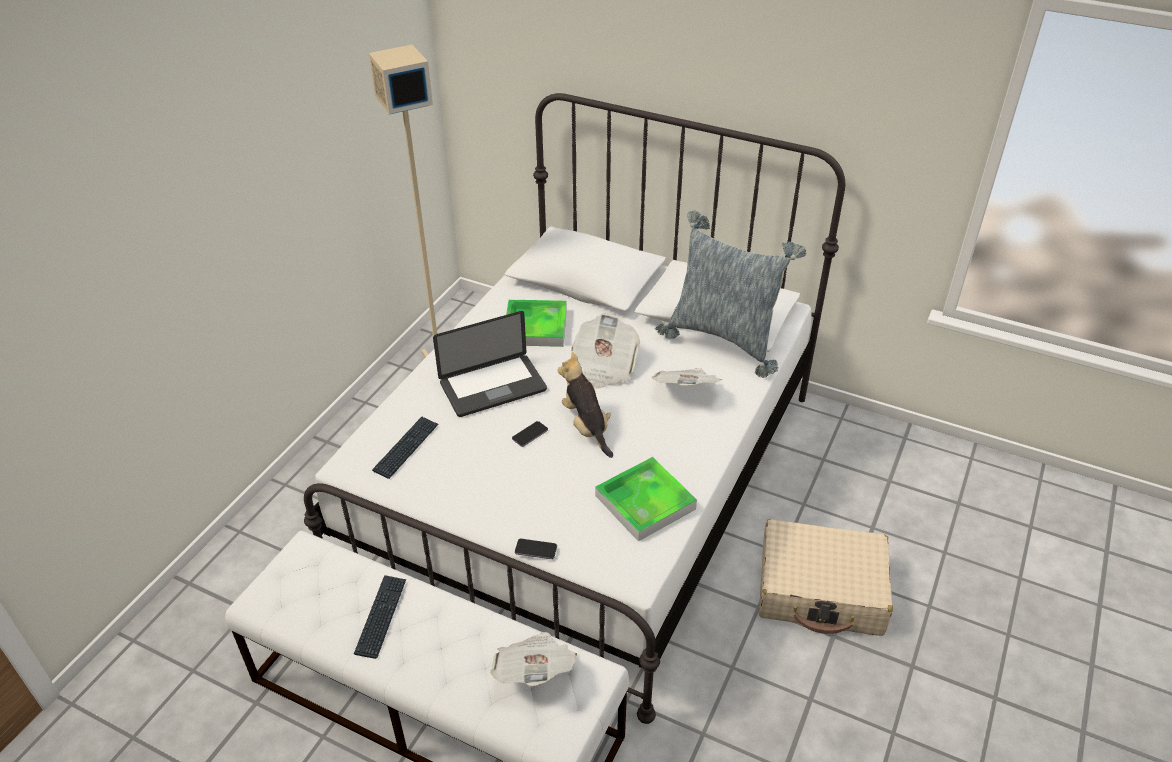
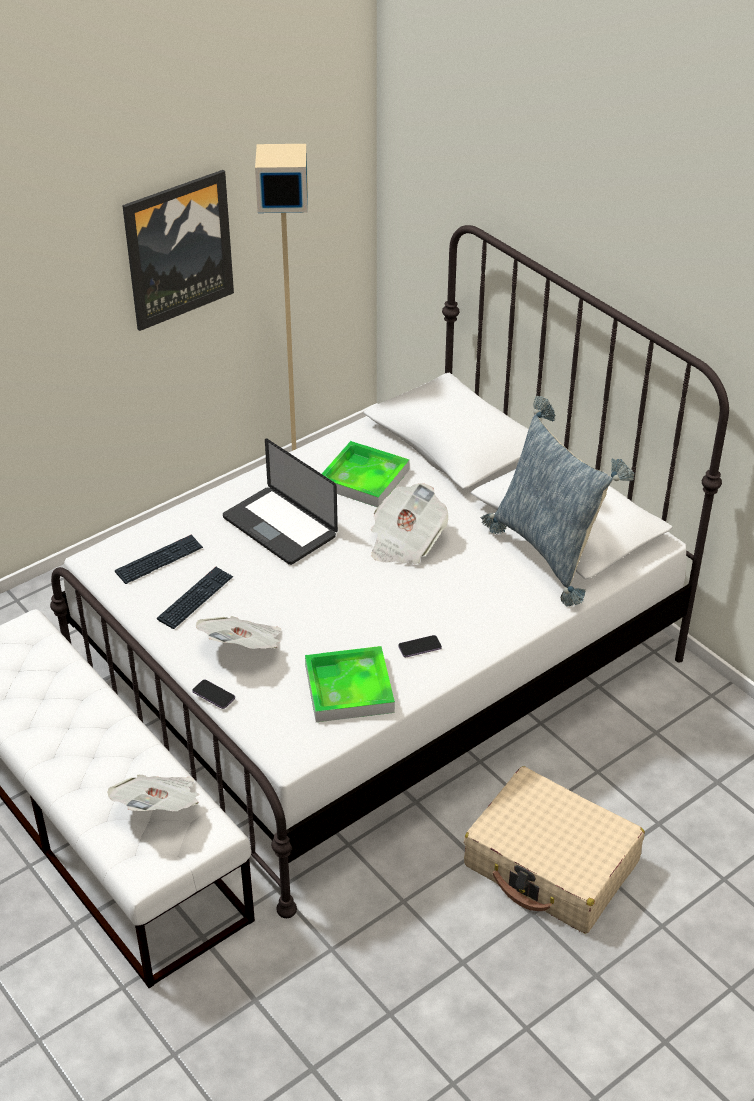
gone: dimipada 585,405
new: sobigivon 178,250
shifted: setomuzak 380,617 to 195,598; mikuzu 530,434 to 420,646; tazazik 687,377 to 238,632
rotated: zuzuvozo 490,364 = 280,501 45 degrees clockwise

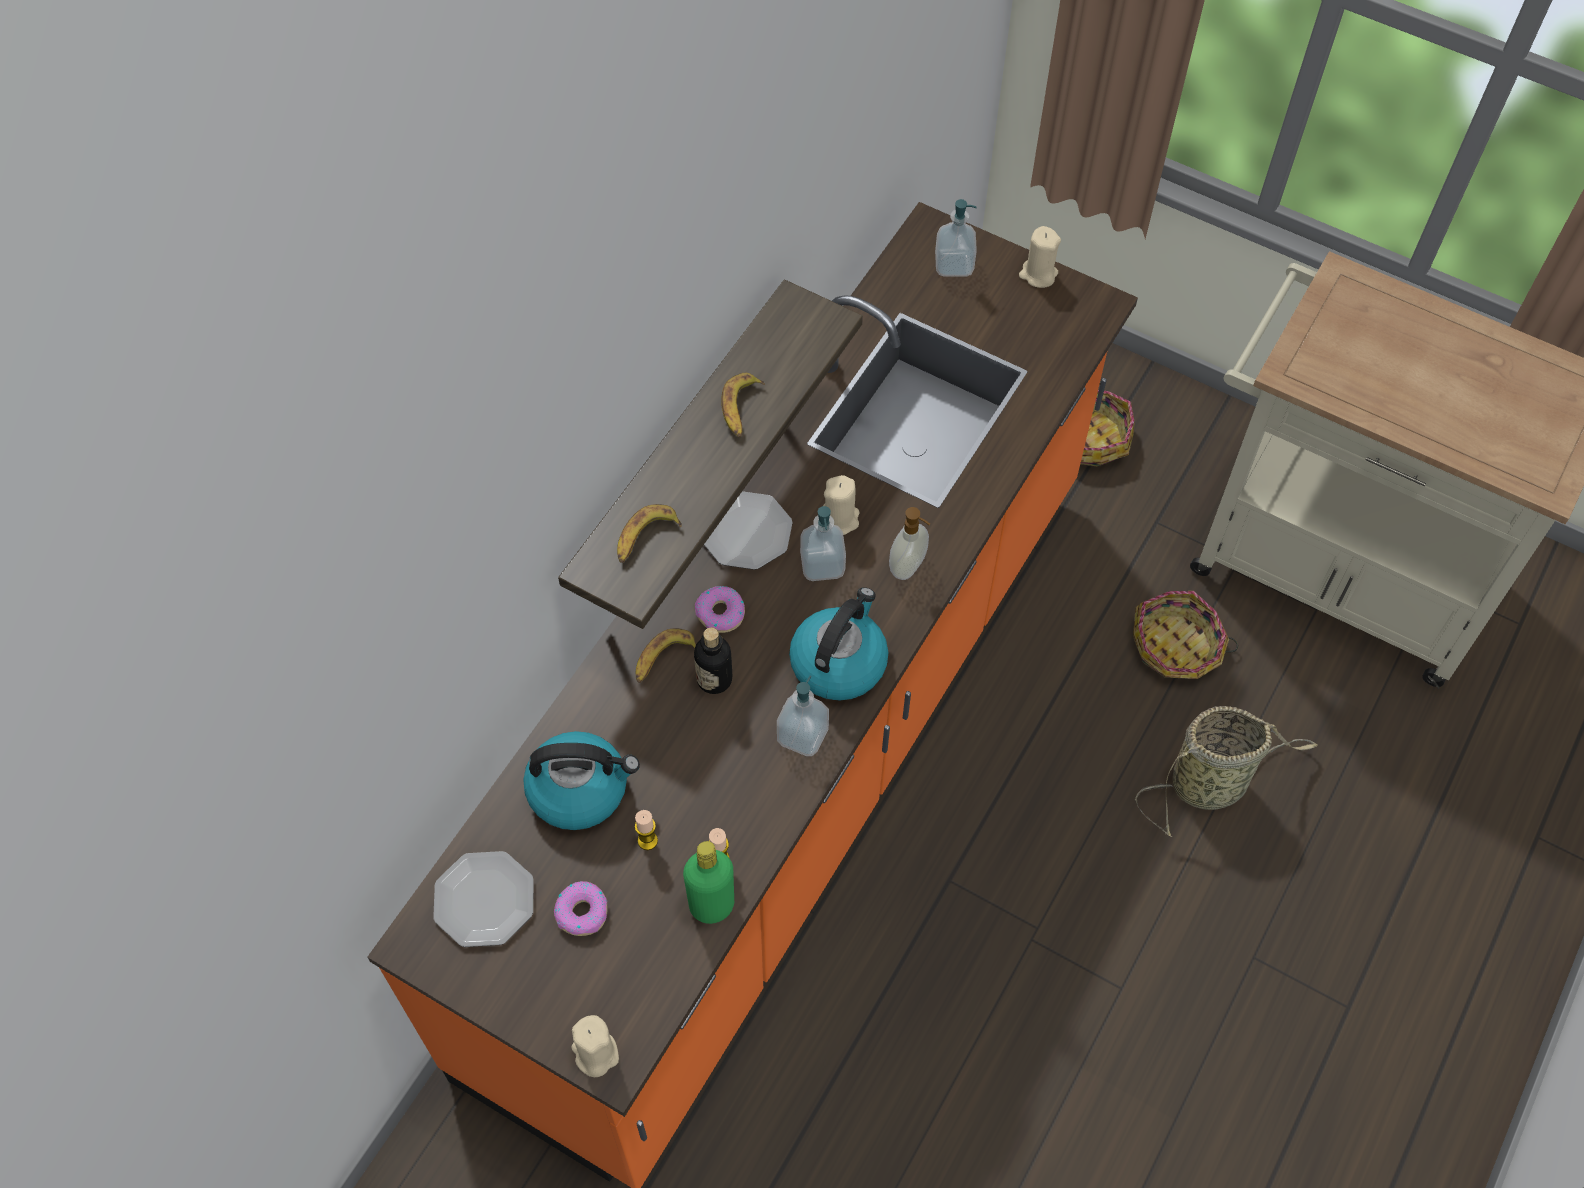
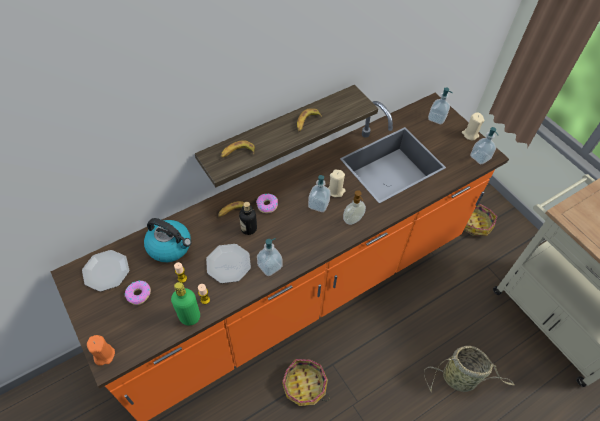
gone: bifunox 838,644
new: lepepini 484,145
shifted: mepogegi 748,530 to 228,263; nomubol 1185,635 to 306,382
repainted: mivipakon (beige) 595,1046 to mivipakon (orange) 101,350

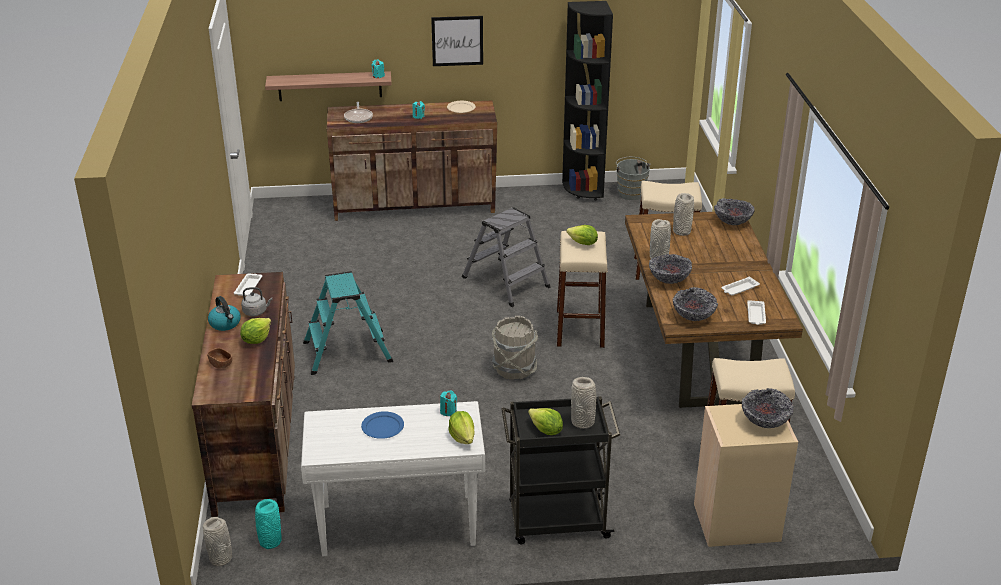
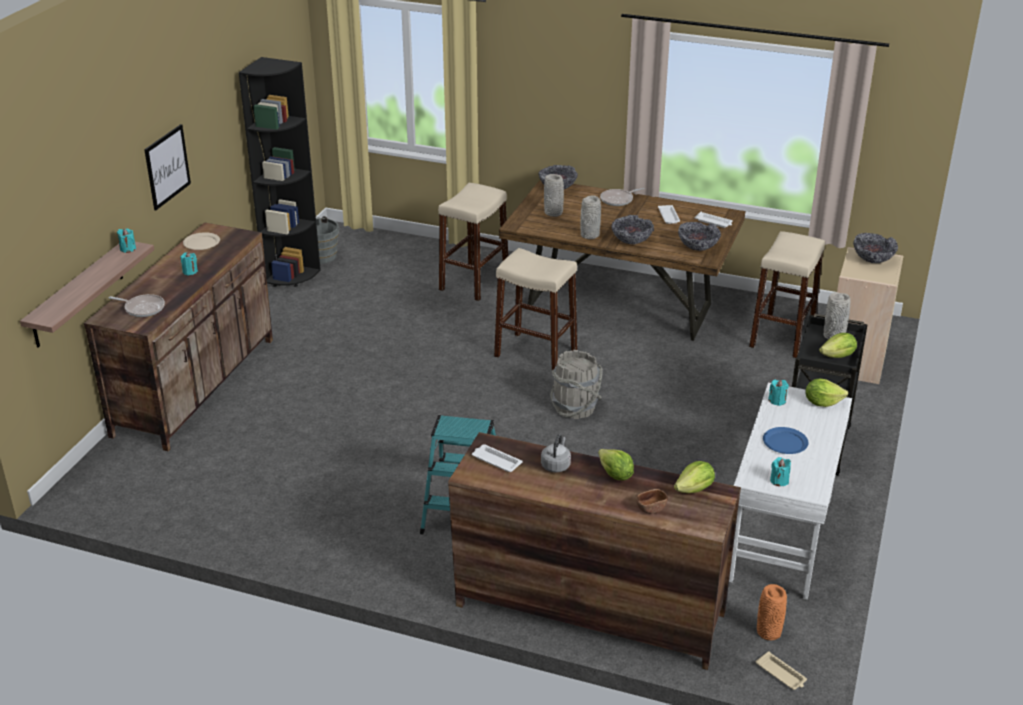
gone: bifunox 224,313; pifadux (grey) 506,257
new: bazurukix 622,197; mivipakon (turquoise) 780,471
shifted: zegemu 582,235 to 694,477
swapped: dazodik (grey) 217,541 to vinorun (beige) 781,670
repainted: dazodik (turquoise) 268,524 to dazodik (orange) 772,612

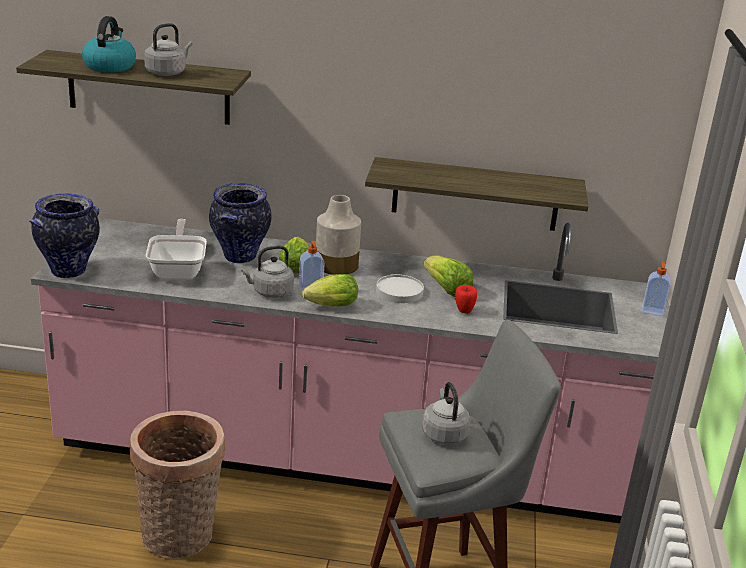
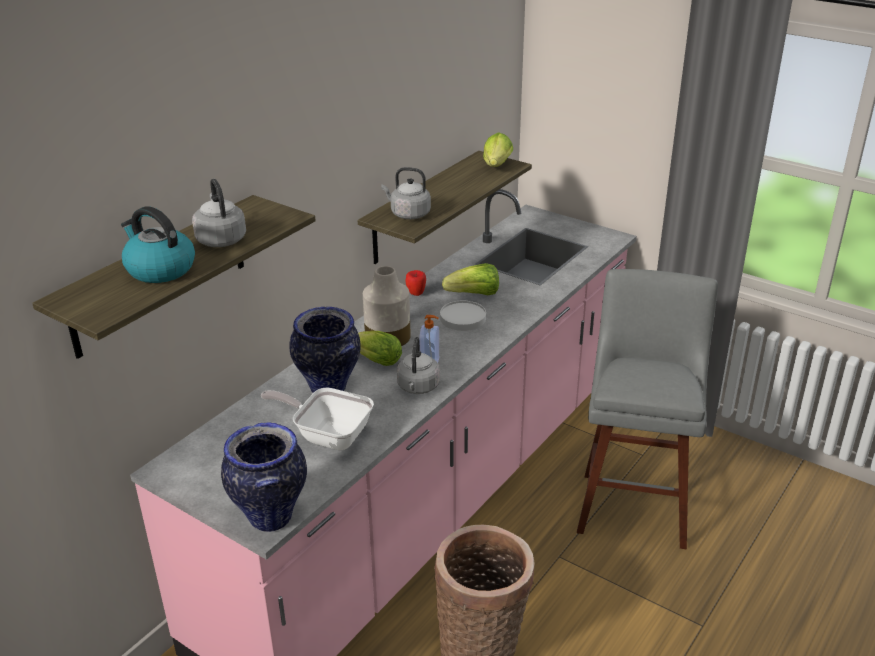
gone: lepepini 656,289
shifted: zegemu 330,290 to 498,149; bifunox (grey) 446,413 to 406,193; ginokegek 466,299 to 415,283

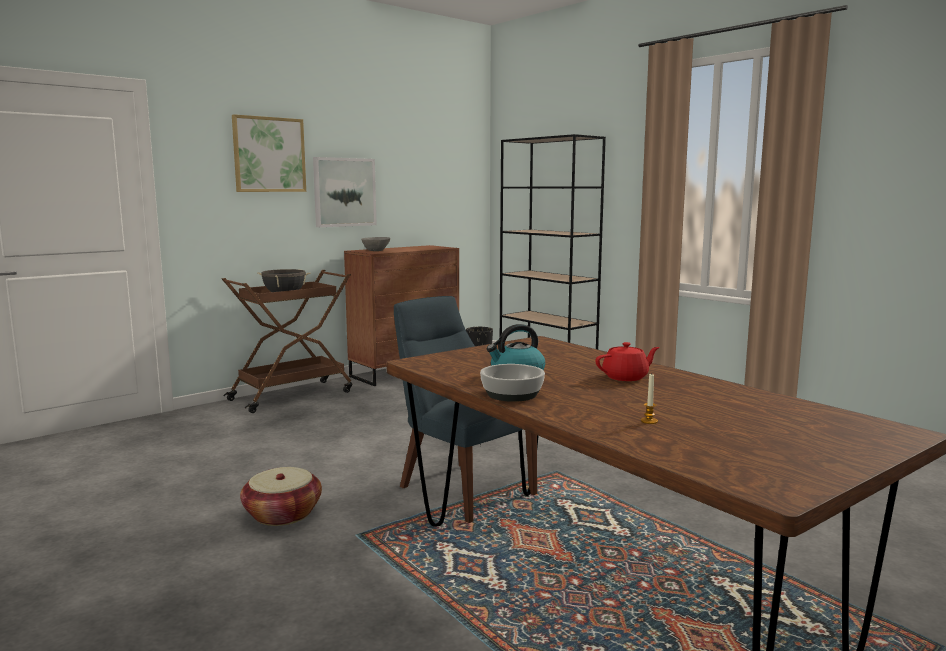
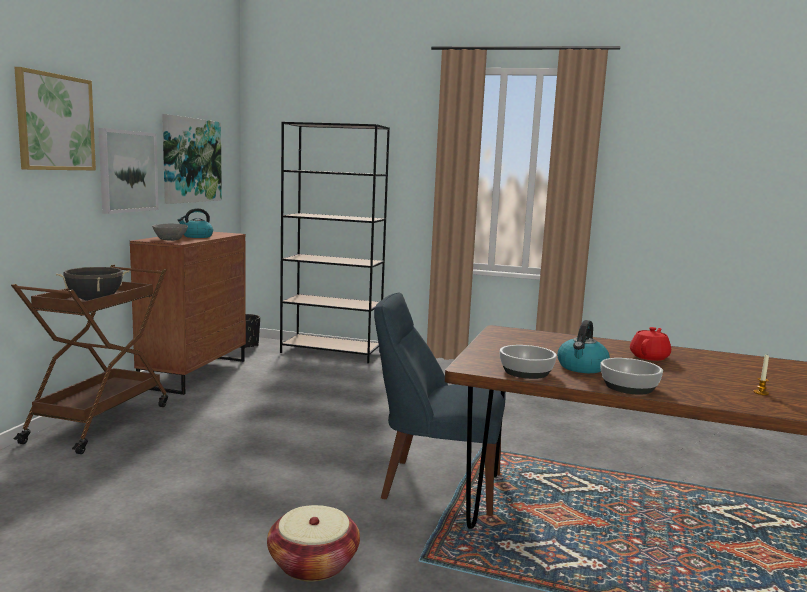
new: sobigivon 192,159; bifunox 195,223; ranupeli 528,362

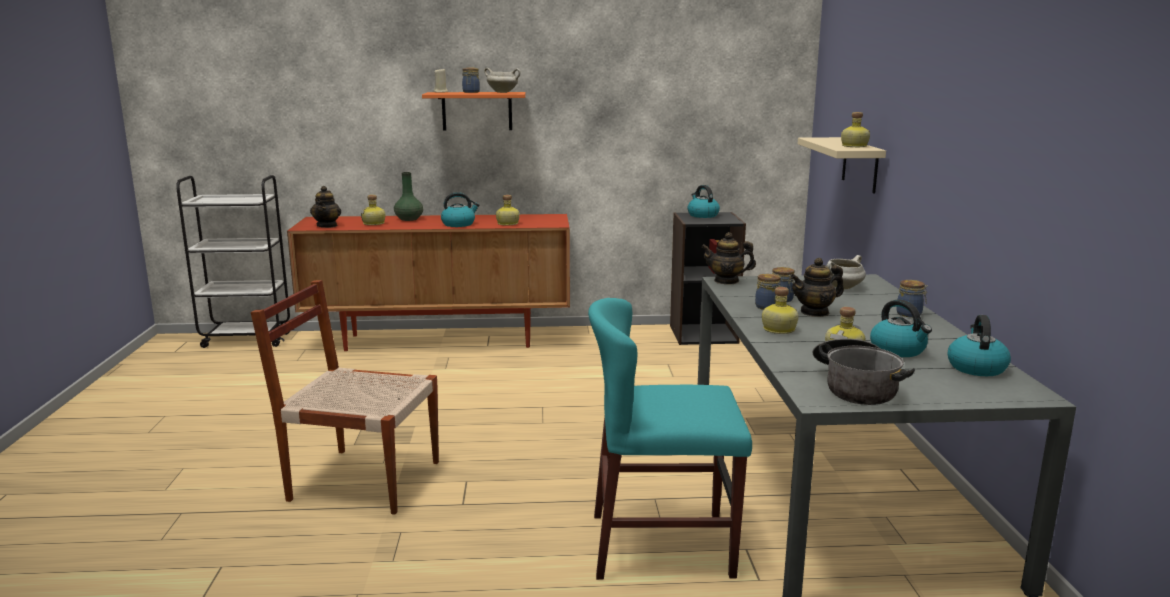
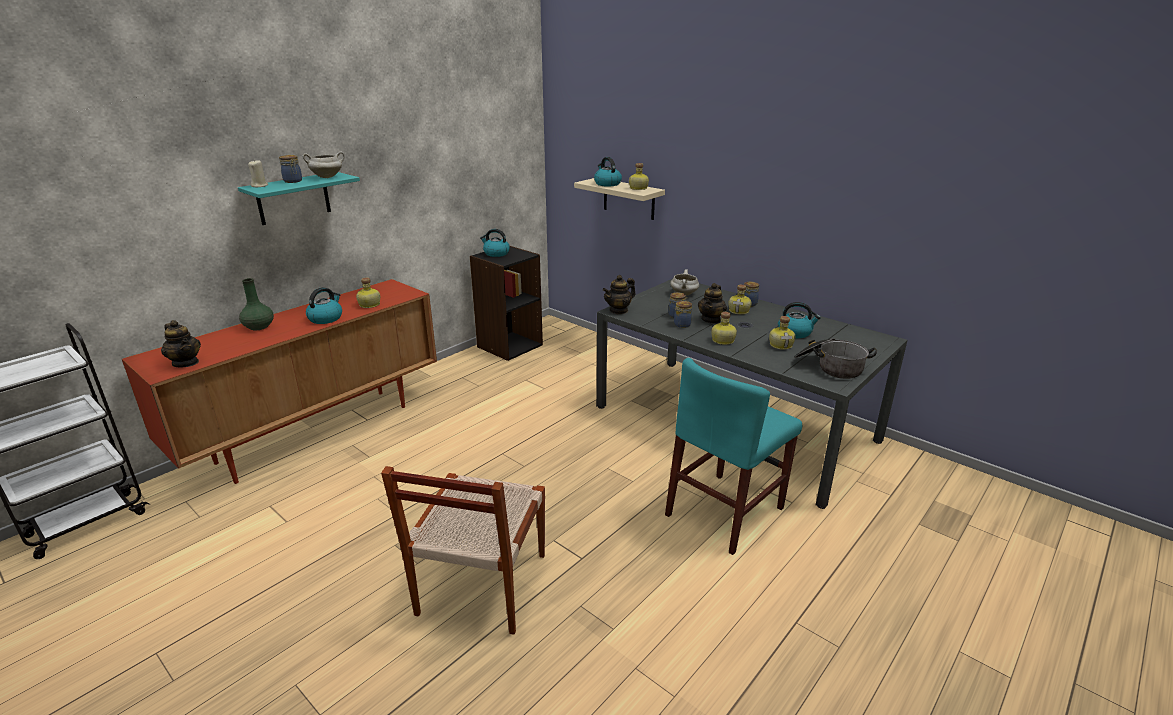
shifted: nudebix 373,210 to 739,299; bifunox 979,345 to 608,172
repainted: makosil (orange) 474,111 to makosil (turquoise) 299,198
rotated: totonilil 345,397 = 463,550 45 degrees counterclockwise

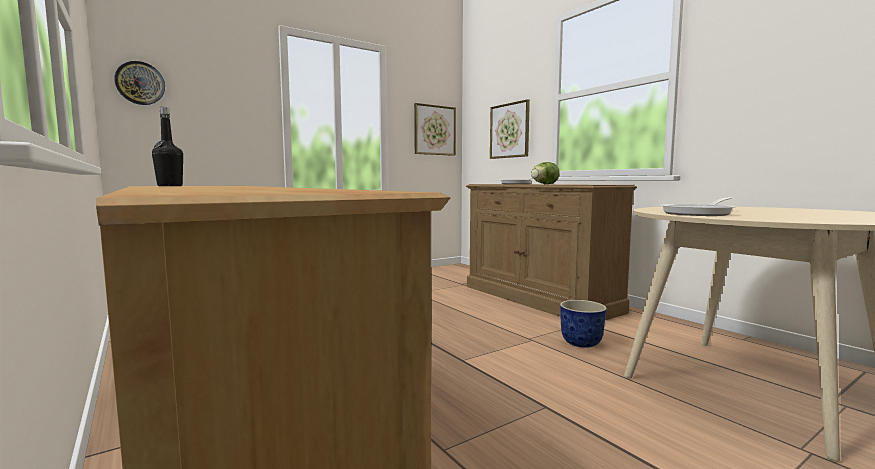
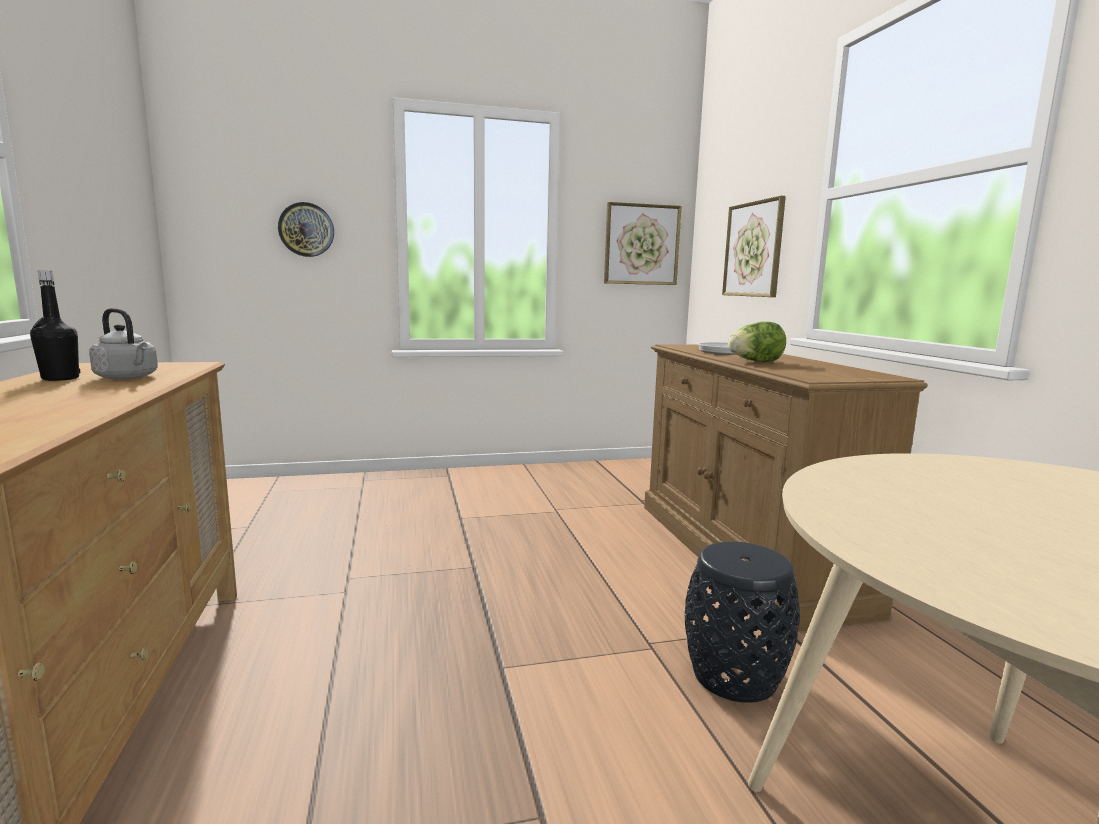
gone: bazurukix 697,206
new: bifunox (grey) 123,344
shifted: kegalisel 139,83 to 306,229
swapped: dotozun 583,324 to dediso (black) 742,622

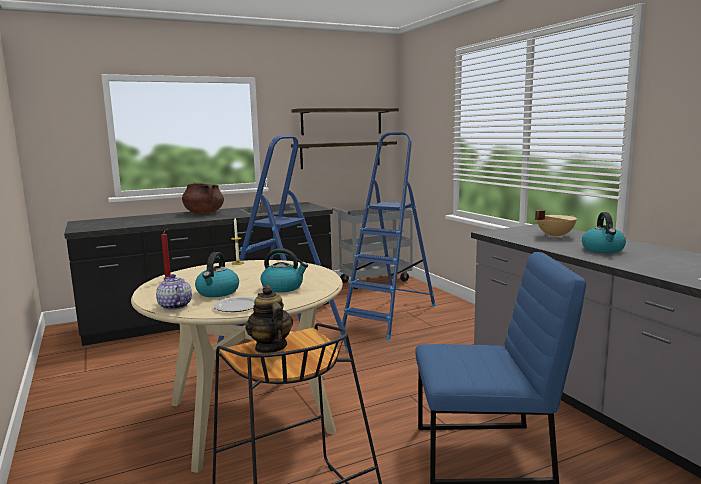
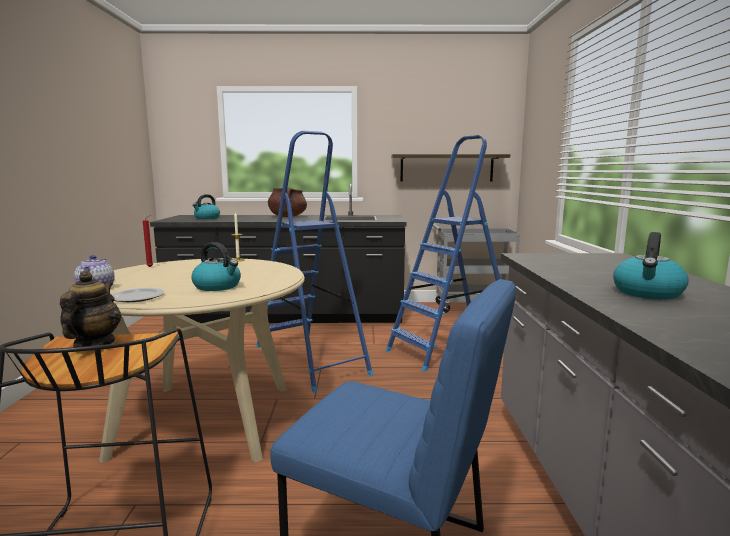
gone: makosil 345,121; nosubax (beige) 556,224
shifted: bifunox 217,274 to 206,206

